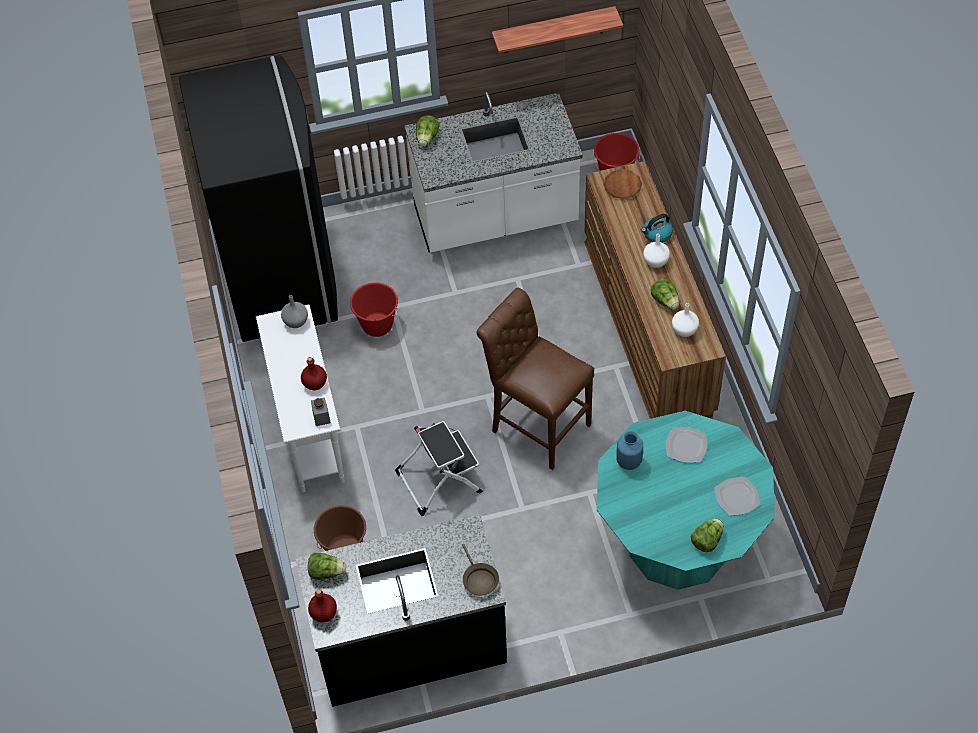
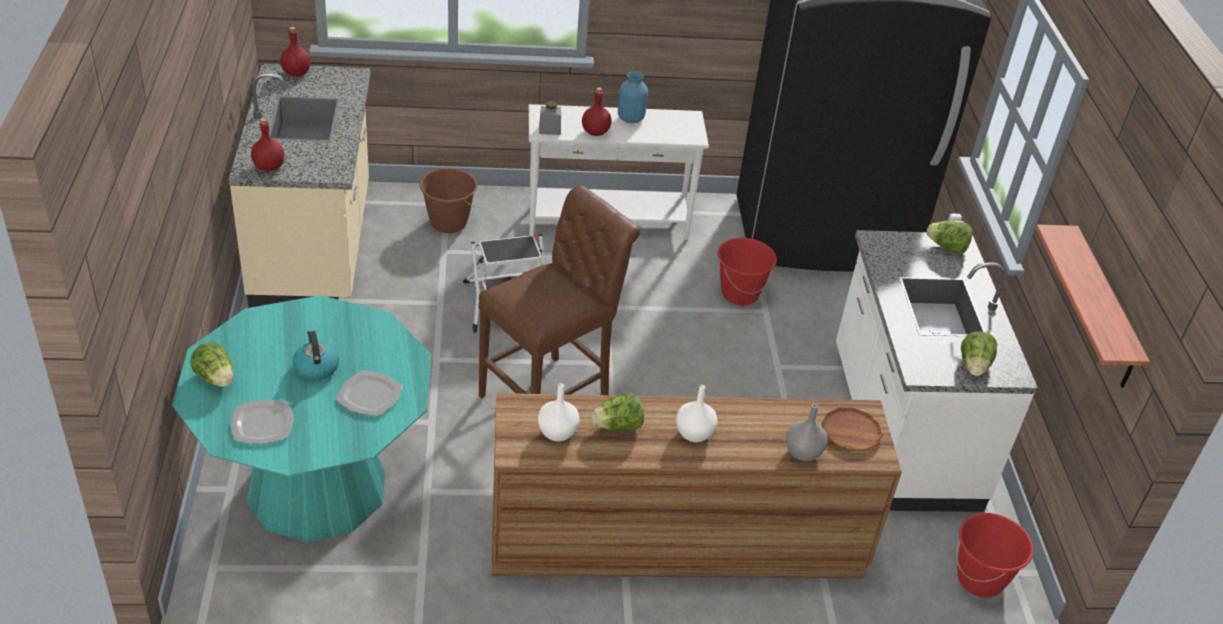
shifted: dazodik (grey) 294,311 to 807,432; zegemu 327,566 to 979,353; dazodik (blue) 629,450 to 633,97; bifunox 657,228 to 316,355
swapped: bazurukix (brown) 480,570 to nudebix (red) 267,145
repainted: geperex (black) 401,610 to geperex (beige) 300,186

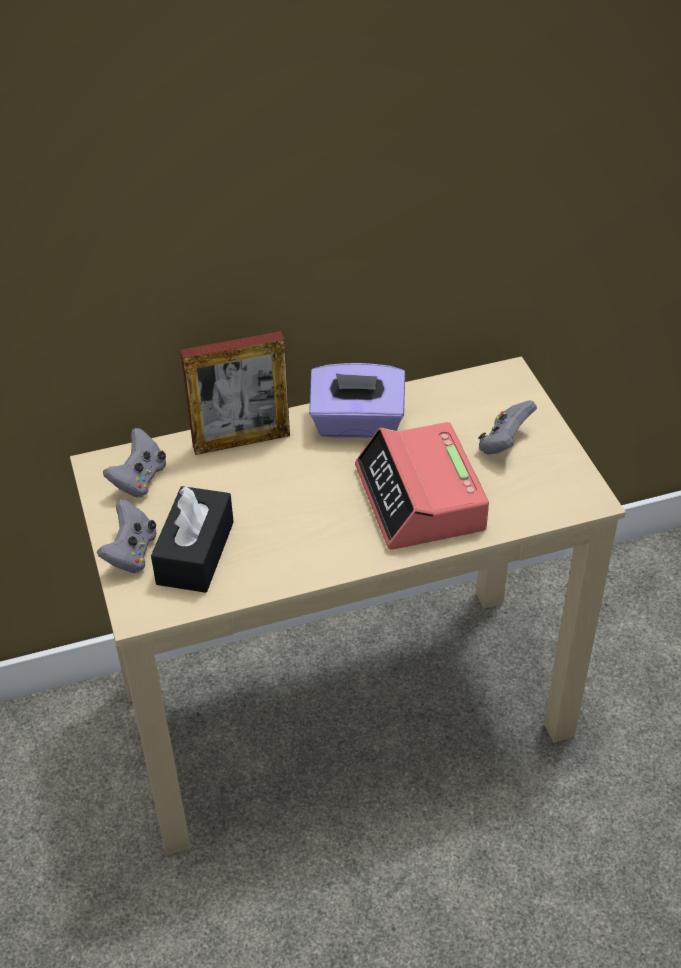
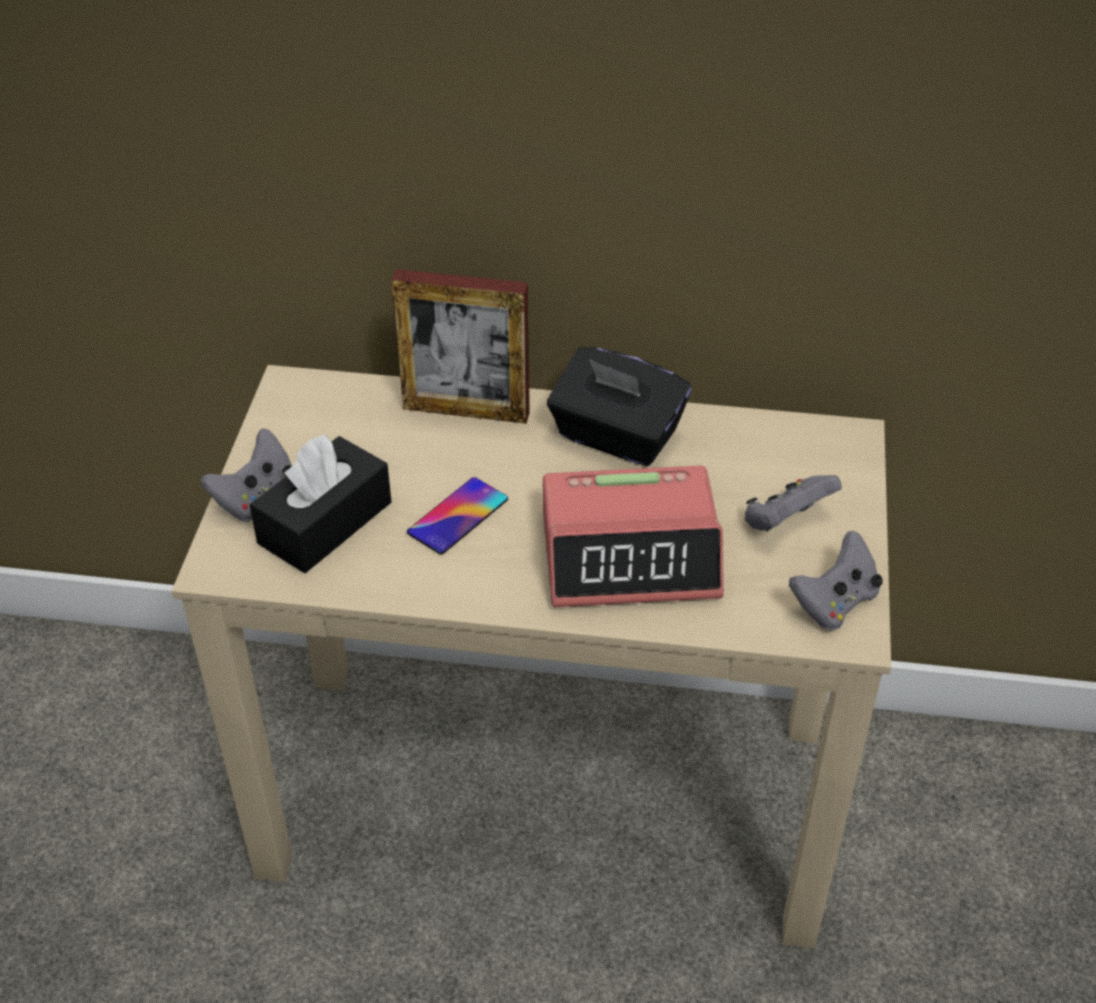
new: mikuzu 457,515
shifted: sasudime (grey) 134,463 to 836,580
repainted: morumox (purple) 357,400 to morumox (black) 619,406
rotated: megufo 422,486 = 633,536 105 degrees counterclockwise

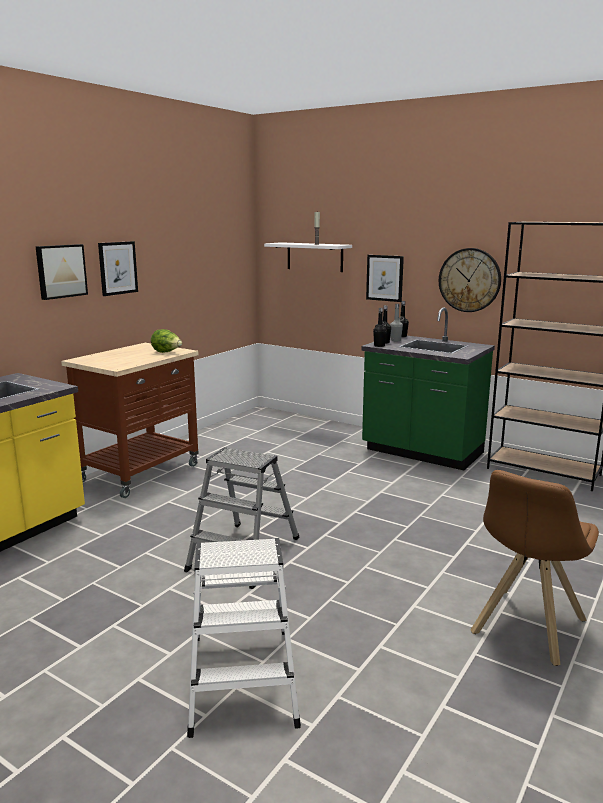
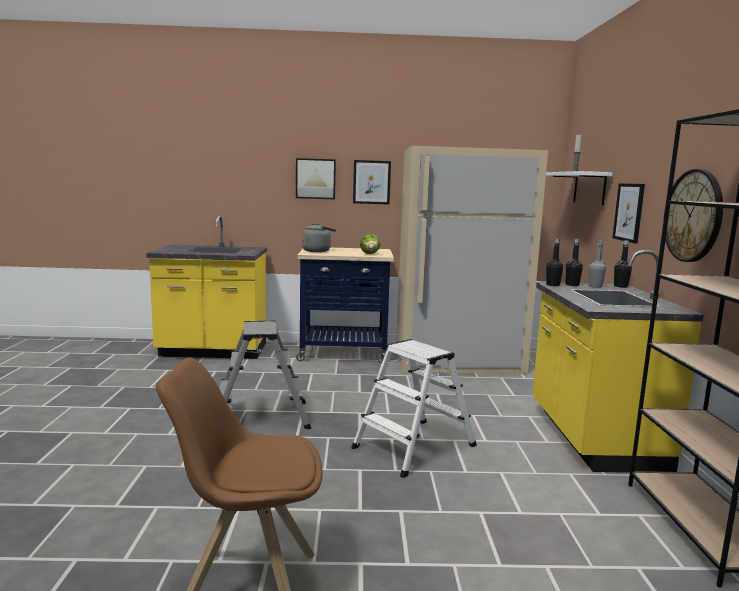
new: bifunox (grey) 319,237; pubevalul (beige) 472,260
shifted: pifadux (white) 244,638 to 414,408
repainted: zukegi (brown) 130,420 to zukegi (blue) 345,305; geperex (green) 428,388 to geperex (yellow) 618,361

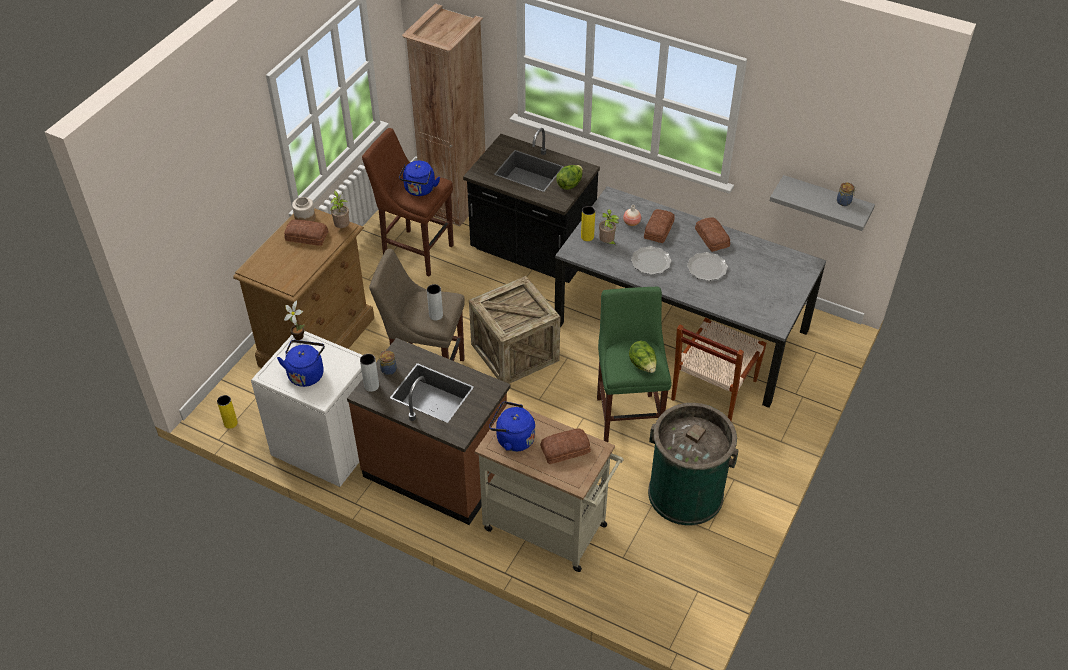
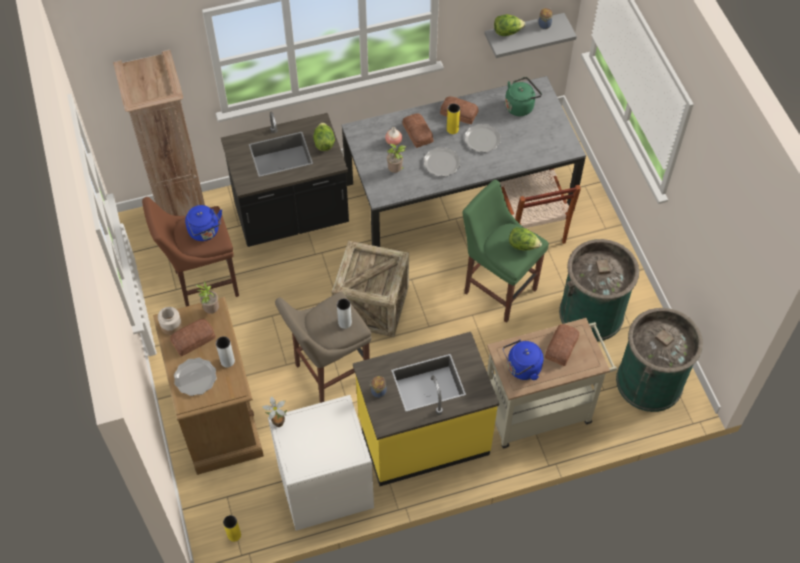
gone: bifunox (blue) 301,363
new: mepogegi 195,377; zegemu 509,25; bifunox (green) 523,96; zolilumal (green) 659,360
shifted: dazodik (grey) 369,373 to 225,352; dazodik (yellow) 588,223 to 453,118
repainted: geperex (brown) 428,431 to geperex (yellow) 426,409

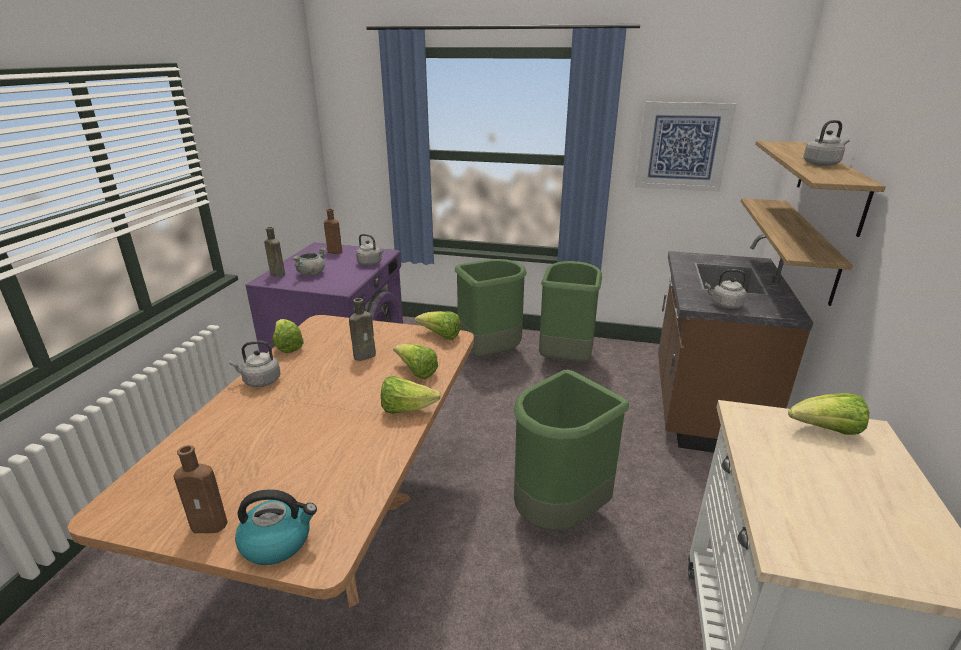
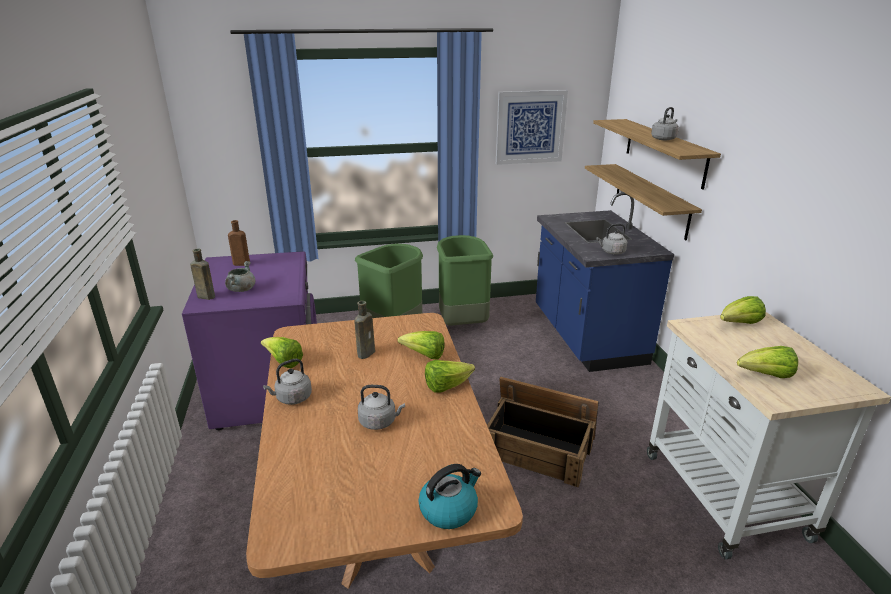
gone: nudebix (brown) 200,489
shifted: bifunox (grey) 370,249 to 381,407; zegemu 438,325 to 767,362
swapped: zolilumal (green) 571,450 to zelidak 543,432
repainted: geperex (brown) 736,343 to geperex (blue) 605,282

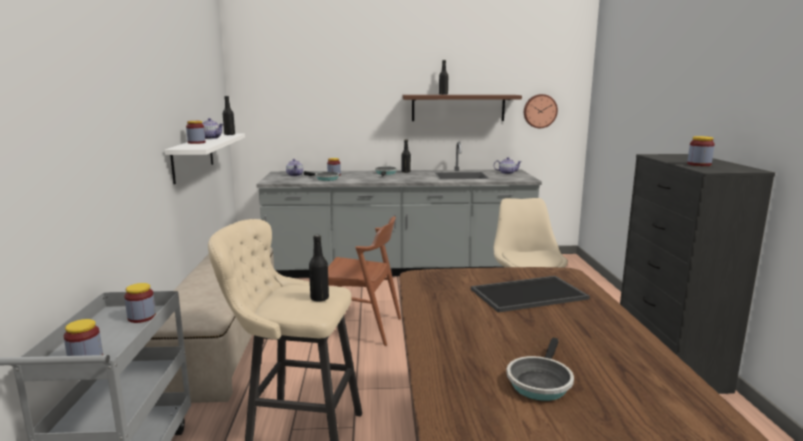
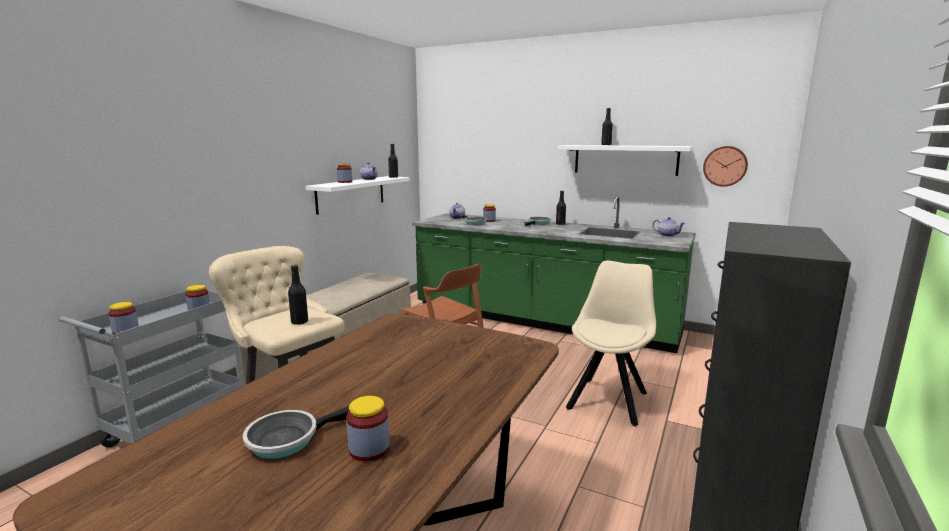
gone: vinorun 530,294
shifted: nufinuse 701,151 to 367,428
repainted: geperex (grey) 399,209 to geperex (green) 554,274; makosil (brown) 462,108 to makosil (white) 625,160

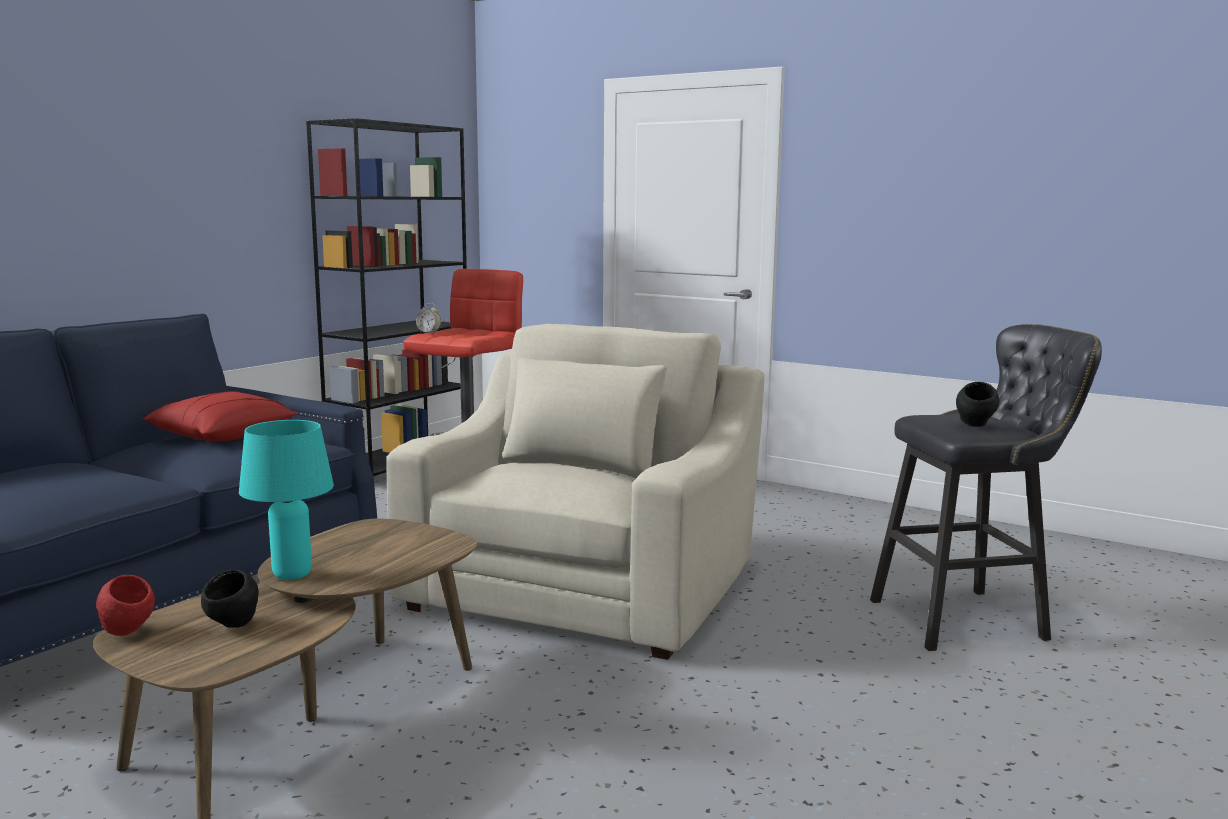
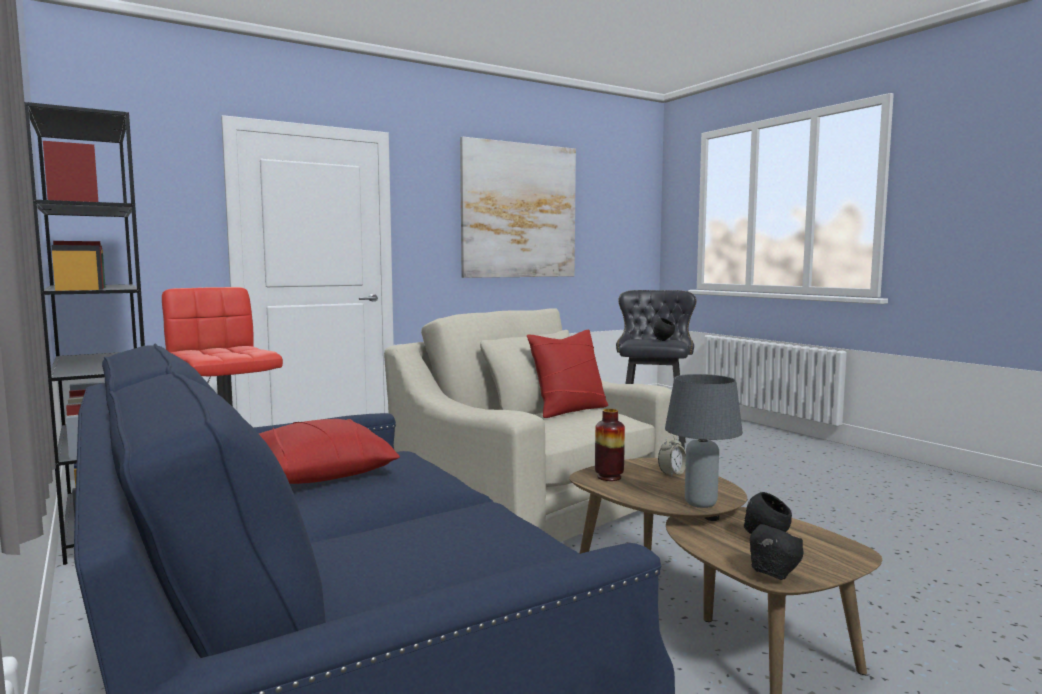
new: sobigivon 518,207; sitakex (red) 567,374; dazodik 610,445
shifted: megufo 428,318 to 672,456
repainted: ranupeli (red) 125,605 to ranupeli (black) 776,552; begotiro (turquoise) 286,500 to begotiro (grey) 704,441

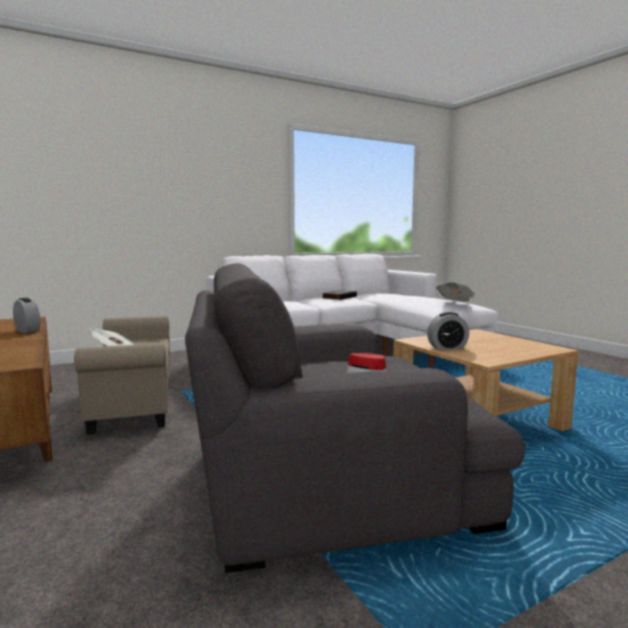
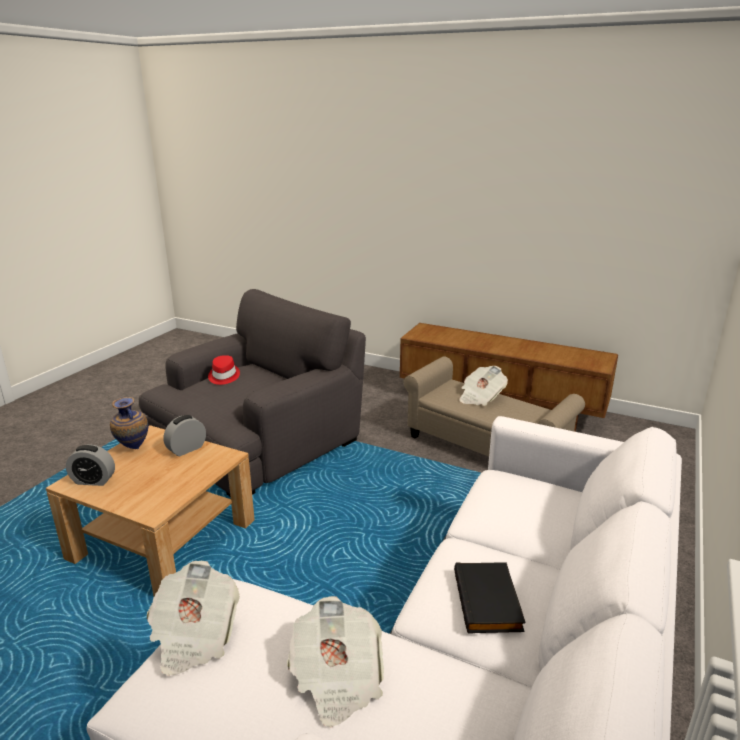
new: dazodik 129,423; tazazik 335,661
shifted: megufo 27,315 to 90,465

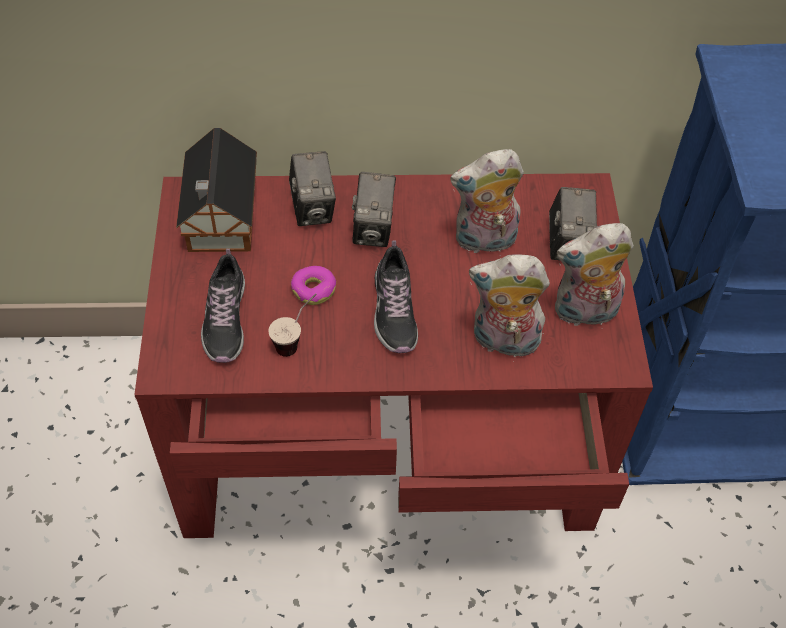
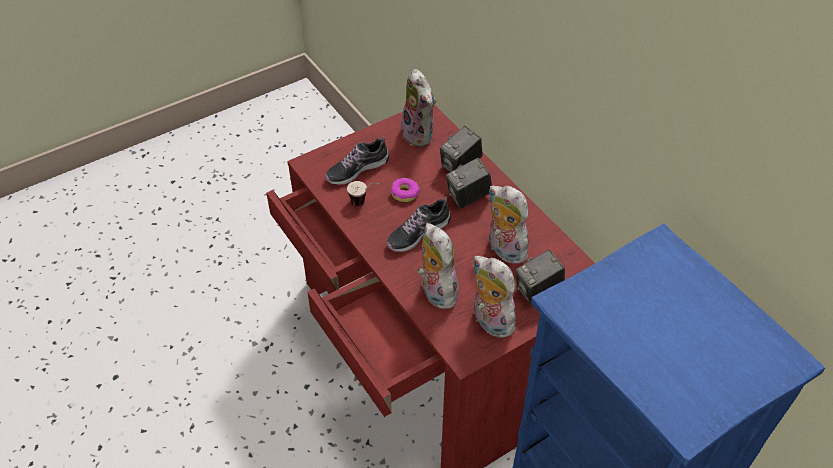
swapped: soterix 216,190 to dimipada 418,108

